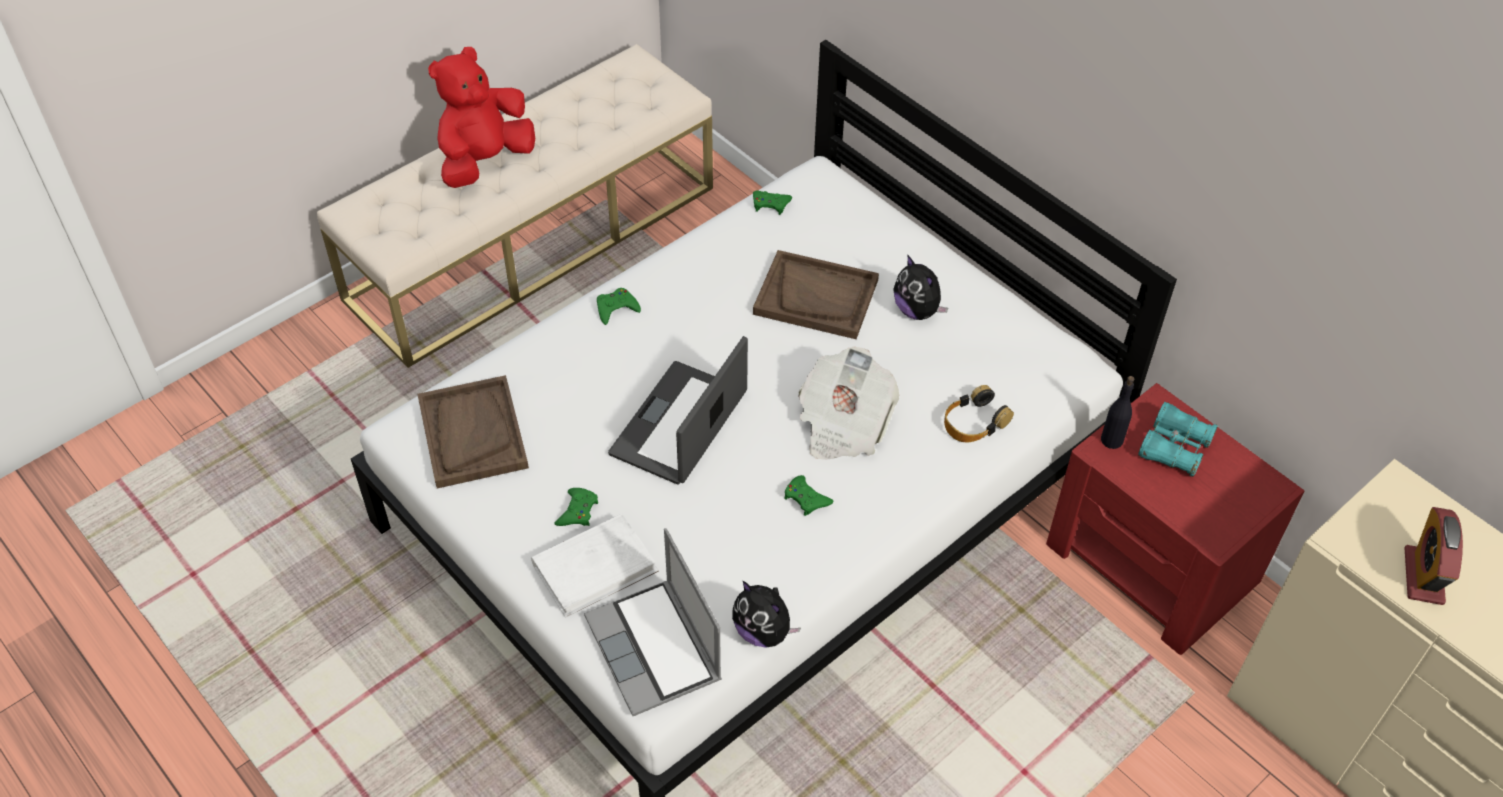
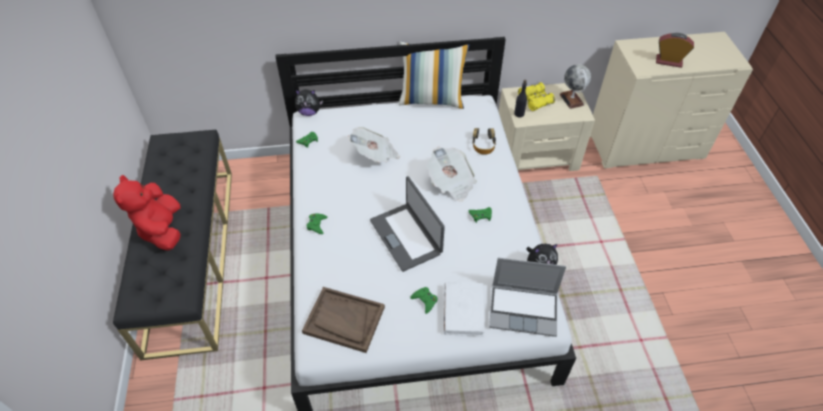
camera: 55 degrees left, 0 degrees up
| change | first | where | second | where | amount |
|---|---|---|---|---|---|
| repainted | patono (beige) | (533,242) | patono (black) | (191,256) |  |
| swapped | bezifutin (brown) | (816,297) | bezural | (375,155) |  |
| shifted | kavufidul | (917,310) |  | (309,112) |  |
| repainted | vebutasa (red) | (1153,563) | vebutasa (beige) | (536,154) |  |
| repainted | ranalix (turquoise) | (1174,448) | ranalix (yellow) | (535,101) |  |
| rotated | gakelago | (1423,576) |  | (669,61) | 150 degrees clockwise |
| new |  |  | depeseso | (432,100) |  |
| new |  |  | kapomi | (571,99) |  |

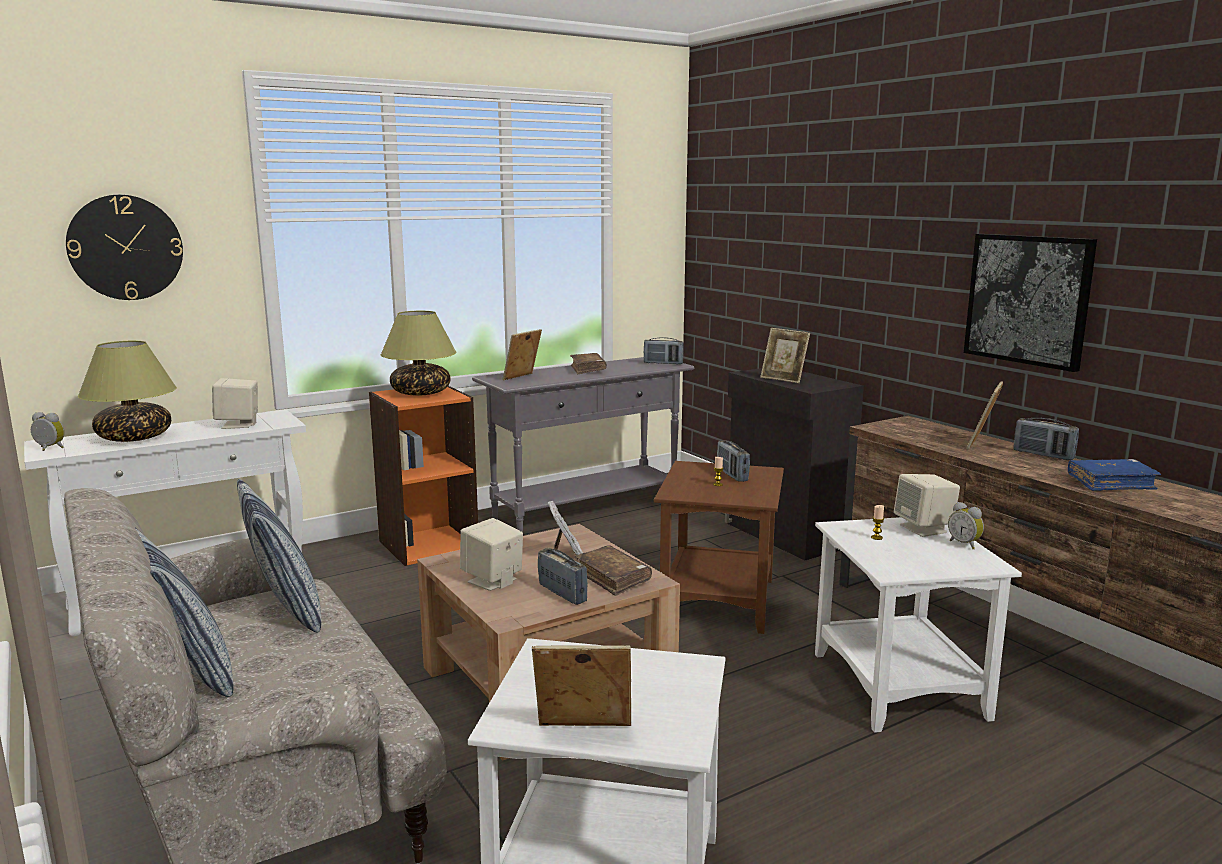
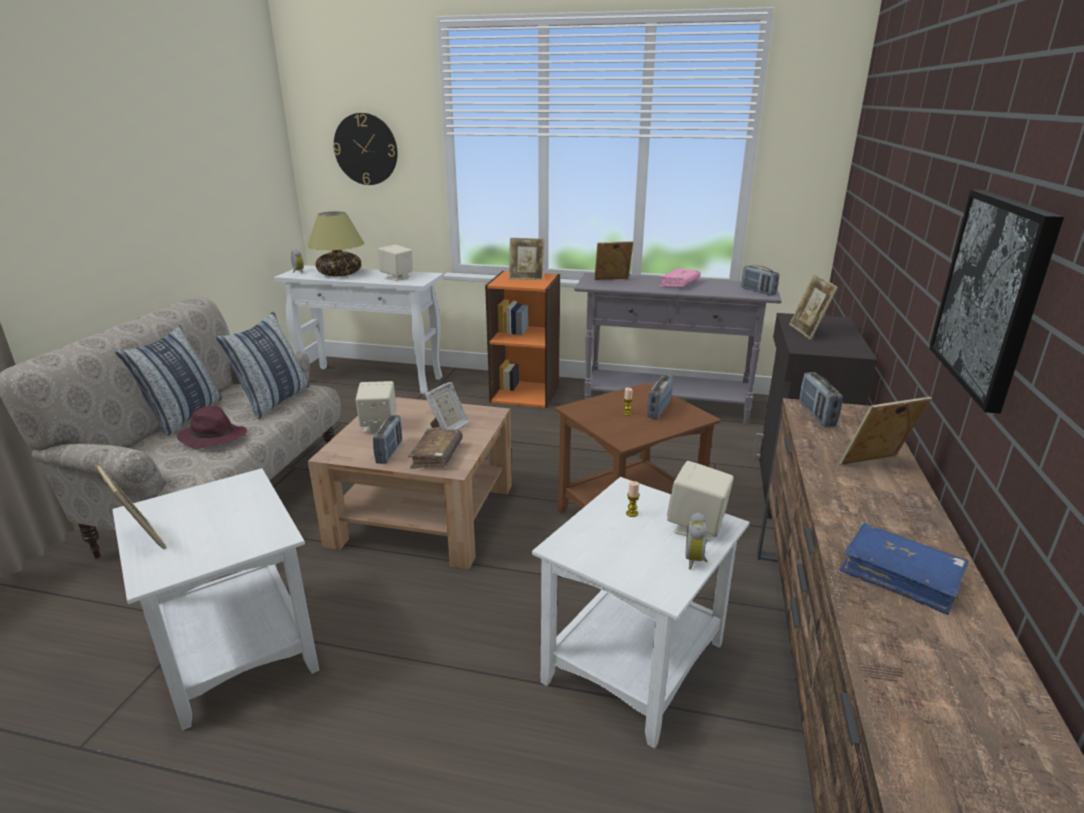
camera: 45 degrees right, 10 degrees up
| change | first | where | second | where | amount |
|---|---|---|---|---|---|
| swapped | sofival | (421,393) | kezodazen | (526,278) |  |
| repainted | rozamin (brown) | (588,369) | rozamin (pink) | (679,284) |  |
| shifted | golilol | (1043,455) |  | (816,415) |  |
| new |  |  | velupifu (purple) | (212,437) |  |

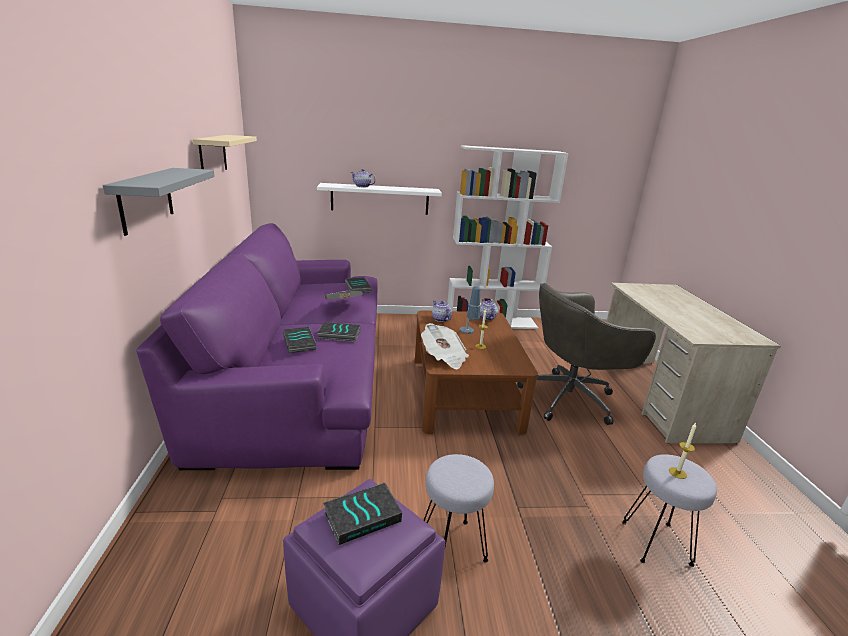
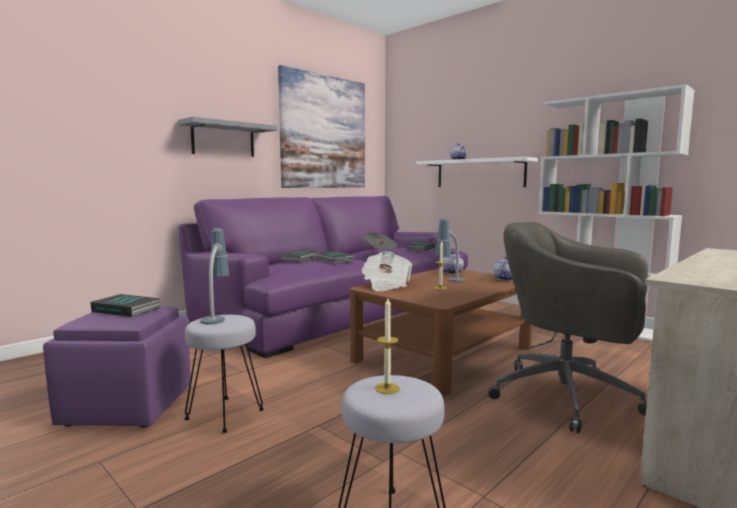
camera: 50 degrees right, 15 degrees down
| change | first | where | second | where | amount |
|---|---|---|---|---|---|
| swapped | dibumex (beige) | (213,155) | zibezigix | (324,132) |  |
| new |  |  | sofival | (216,316) |  |

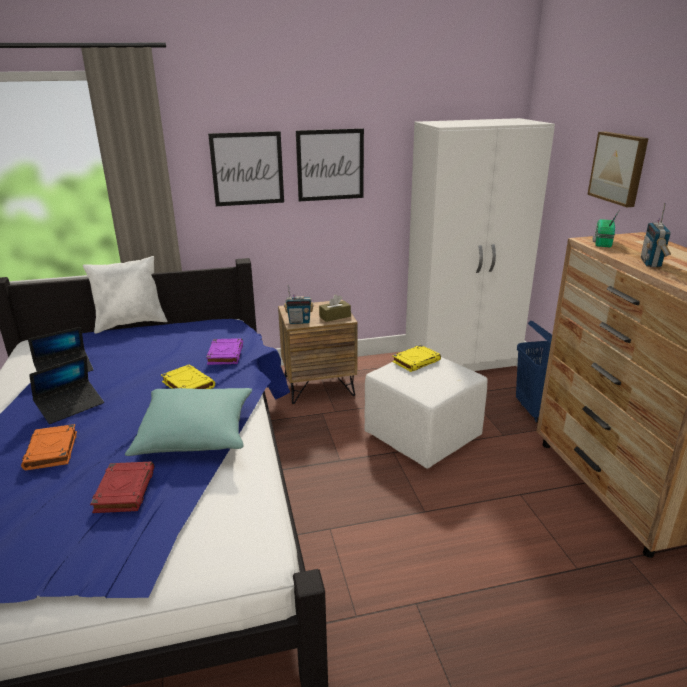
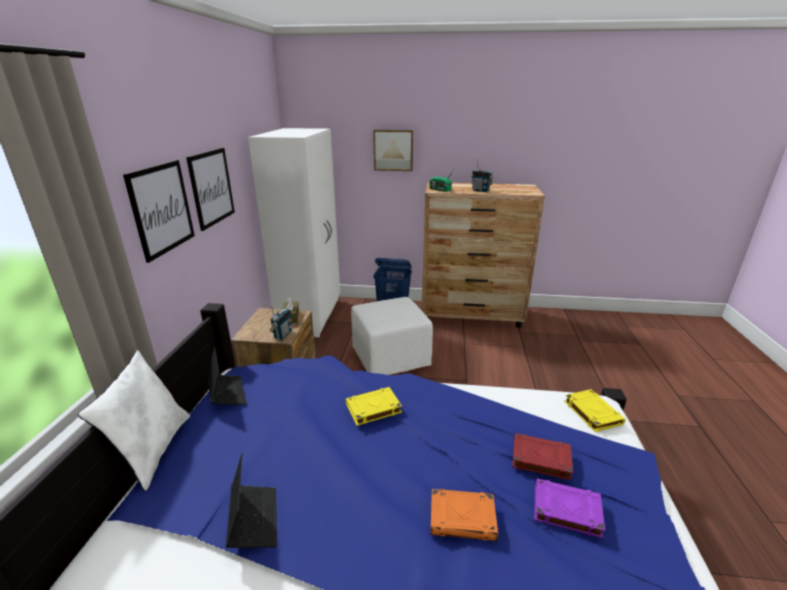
camera: 70 degrees left, 0 degrees up
| change | first | where | second | where | amount |
|---|---|---|---|---|---|
| shifted | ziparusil | (70,406) |  | (227,394) |  |
| gone | depeseso (turquoise) | (196,434) |  |  |  |
| shifted | rozamin (purple) | (225,354) |  | (565,510) |  |
| shifted | rozamin (yellow) | (416,361) |  | (592,412) |  |

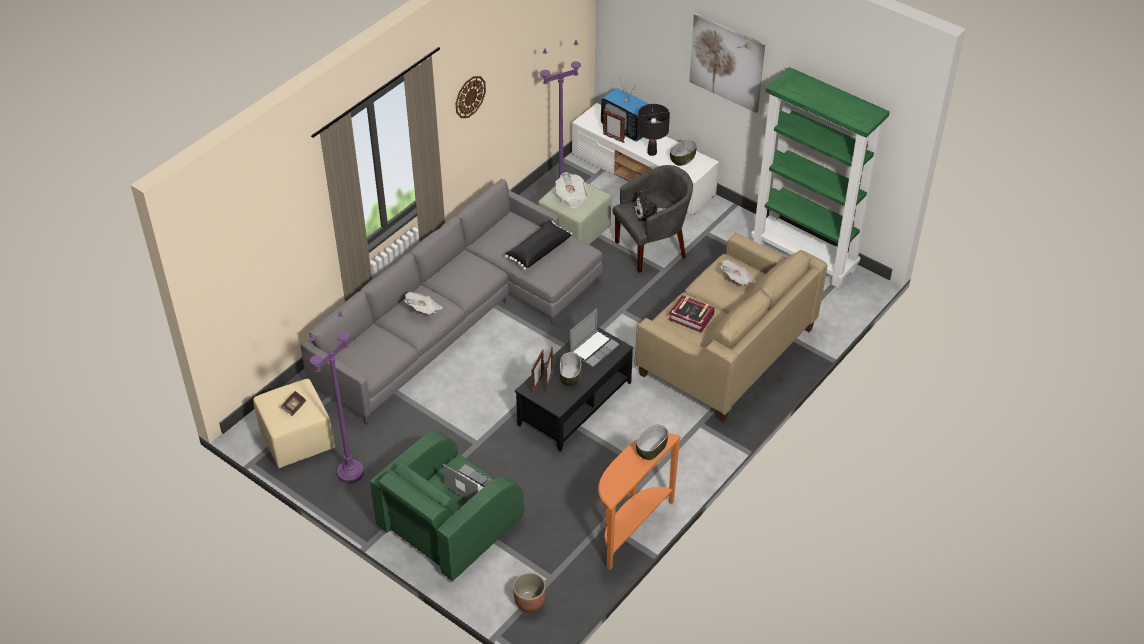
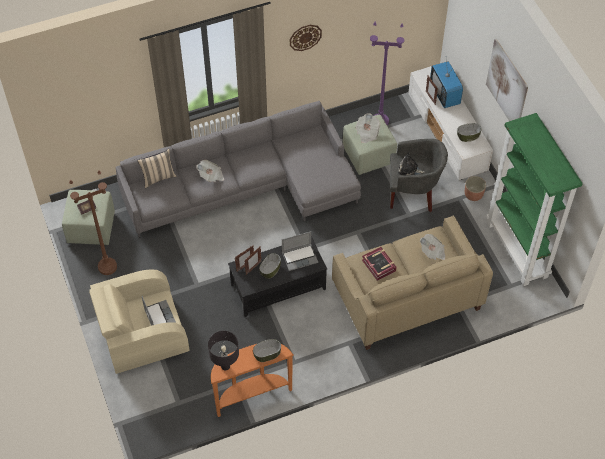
camera: 30 degrees right, 10 degrees up
| change | first | where | second | where | amount |
|---|---|---|---|---|---|
| repainted | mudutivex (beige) | (296,439) | mudutivex (green) | (91,227) |  |
| repainted | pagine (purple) | (350,473) | pagine (brown) | (107,267) |  |
| repainted | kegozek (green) | (449,524) | kegozek (beige) | (142,333) |  |
| gone | depeseso (black) | (538,250) |  |  |  |
| shifted | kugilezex | (529,602) |  | (473,195) |  |
| shifted | sofival (black) | (652,153) |  | (225,366) |  |
| new |  |  | depeseso (beige) | (158,177) |  |

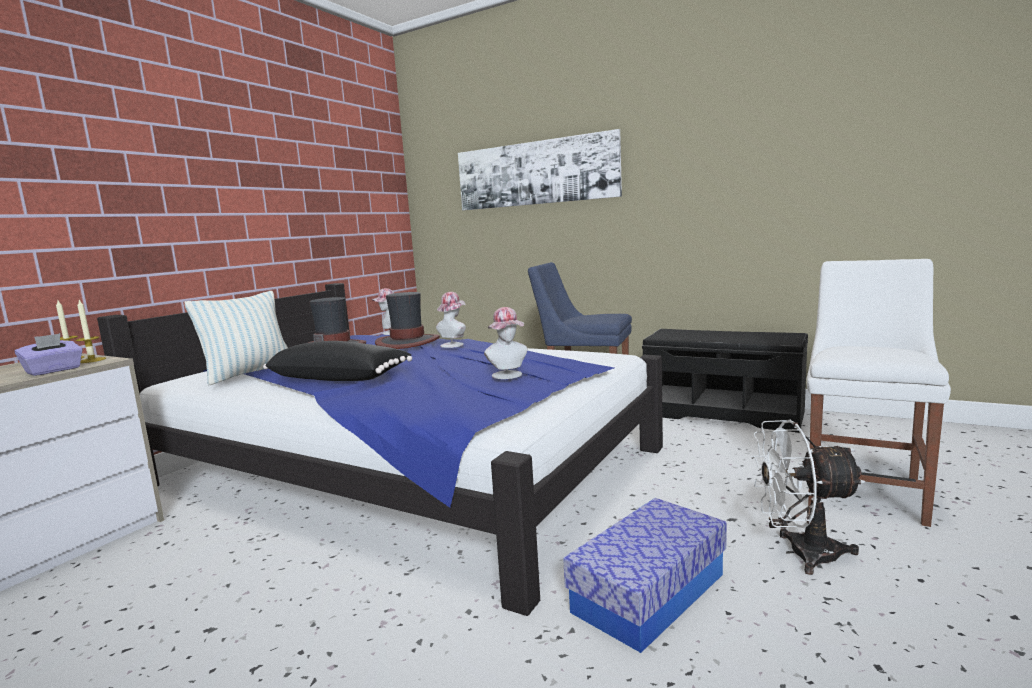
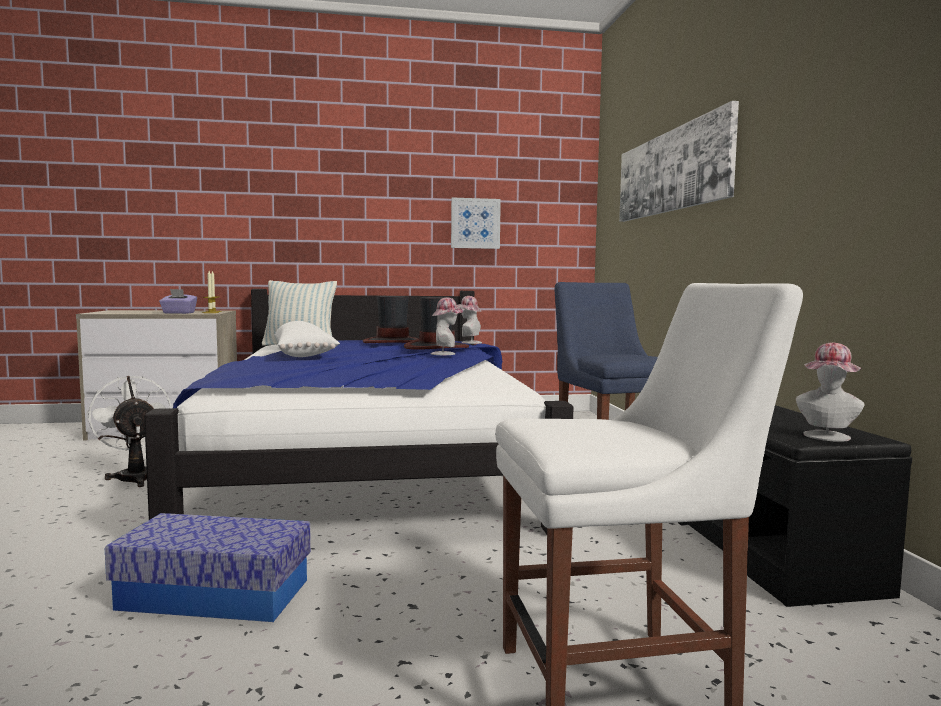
camera: 50 degrees right, 5 degrees down
| change | first | where | second | where | amount |
|---|---|---|---|---|---|
| repainted | depeseso (black) | (340,378) | depeseso (white) | (305,355) |  |
| shifted | velupifu | (508,376) |  | (827,437) |  |
| shifted | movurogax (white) | (800,553) |  | (135,476) |  |
| new |  |  | zibezigix | (475,223) |  |

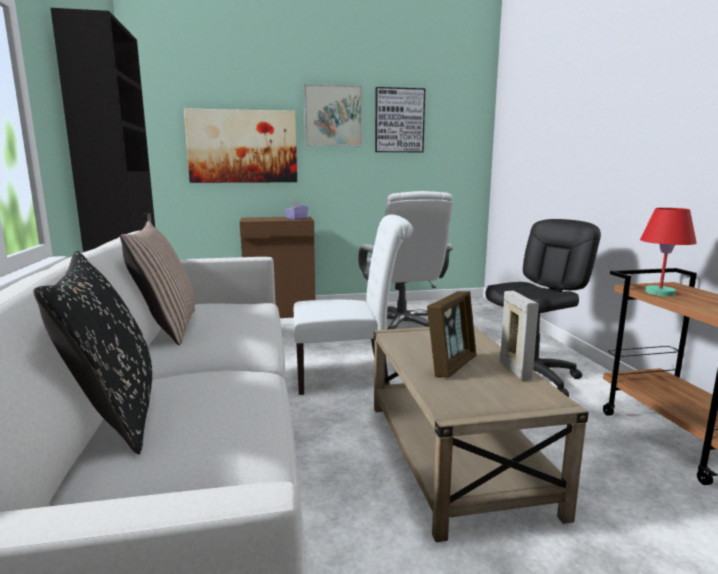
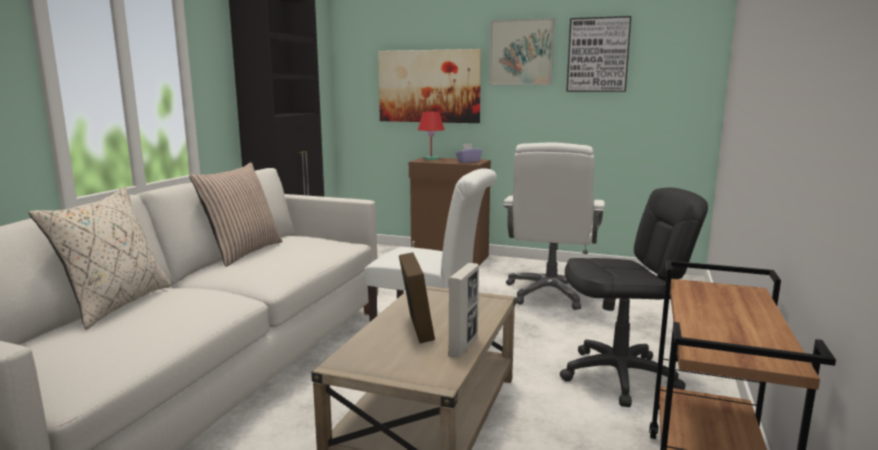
camera: 30 degrees right, 0 degrees up
| change | first | where | second | where | amount |
|---|---|---|---|---|---|
| repainted | depeseso (black) | (114,415) | depeseso (beige) | (115,305) |  |
| rotated | kezodazen | (451,365) |  | (416,328) | 75 degrees counterclockwise |
| shifted | sofival (red) | (659,292) |  | (431,159) |  |

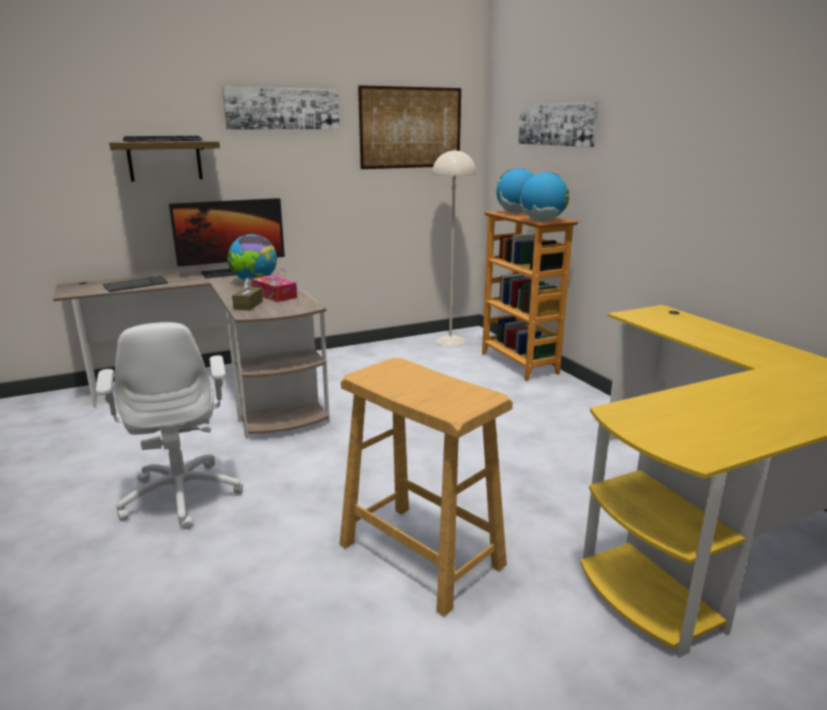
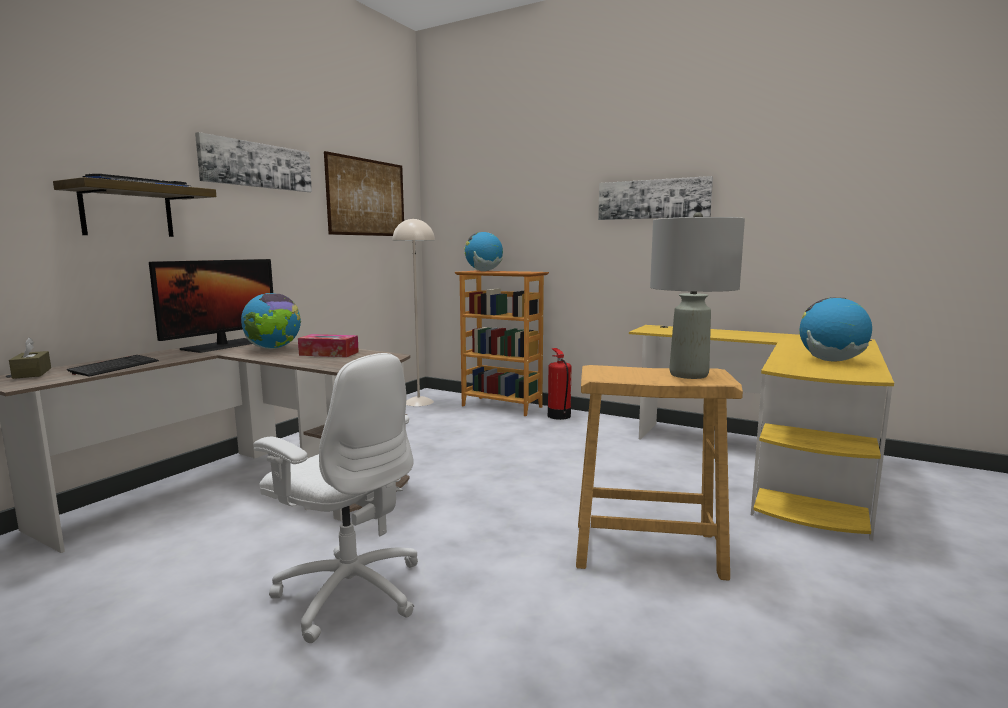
camera: 35 degrees left, 10 degrees down
| change | first | where | second | where | amount |
|---|---|---|---|---|---|
| shifted | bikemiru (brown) | (248,305) |  | (32,373) |  |
| shifted | zibezigix | (557,124) |  | (653,199) |  |
| shifted | kapomi | (542,221) |  | (831,361) |  |
| new |  |  | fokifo | (559,416) |  |
| new |  |  | sofival (grey) | (688,375) |  |

